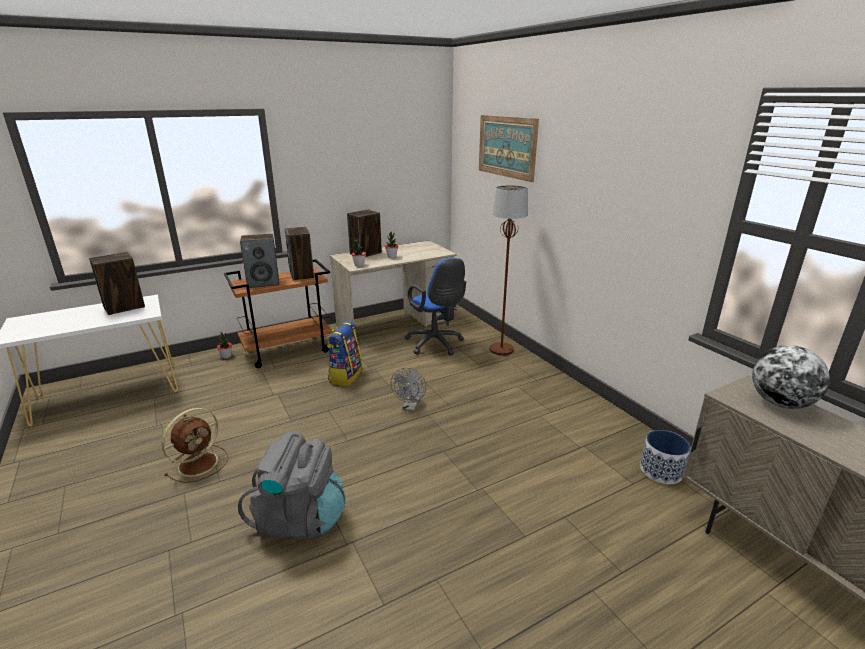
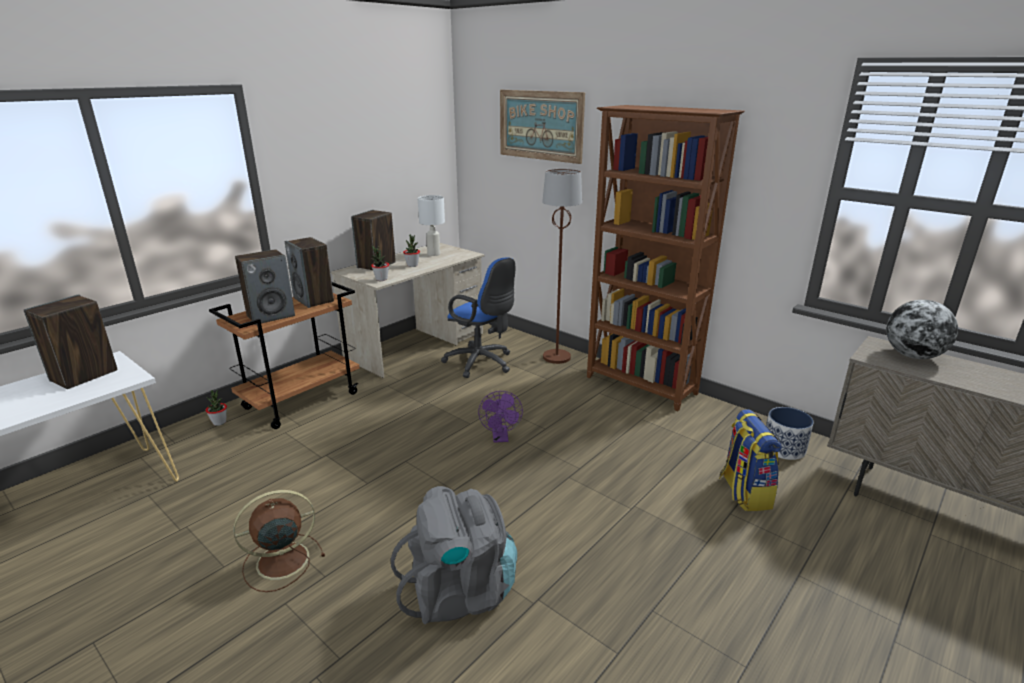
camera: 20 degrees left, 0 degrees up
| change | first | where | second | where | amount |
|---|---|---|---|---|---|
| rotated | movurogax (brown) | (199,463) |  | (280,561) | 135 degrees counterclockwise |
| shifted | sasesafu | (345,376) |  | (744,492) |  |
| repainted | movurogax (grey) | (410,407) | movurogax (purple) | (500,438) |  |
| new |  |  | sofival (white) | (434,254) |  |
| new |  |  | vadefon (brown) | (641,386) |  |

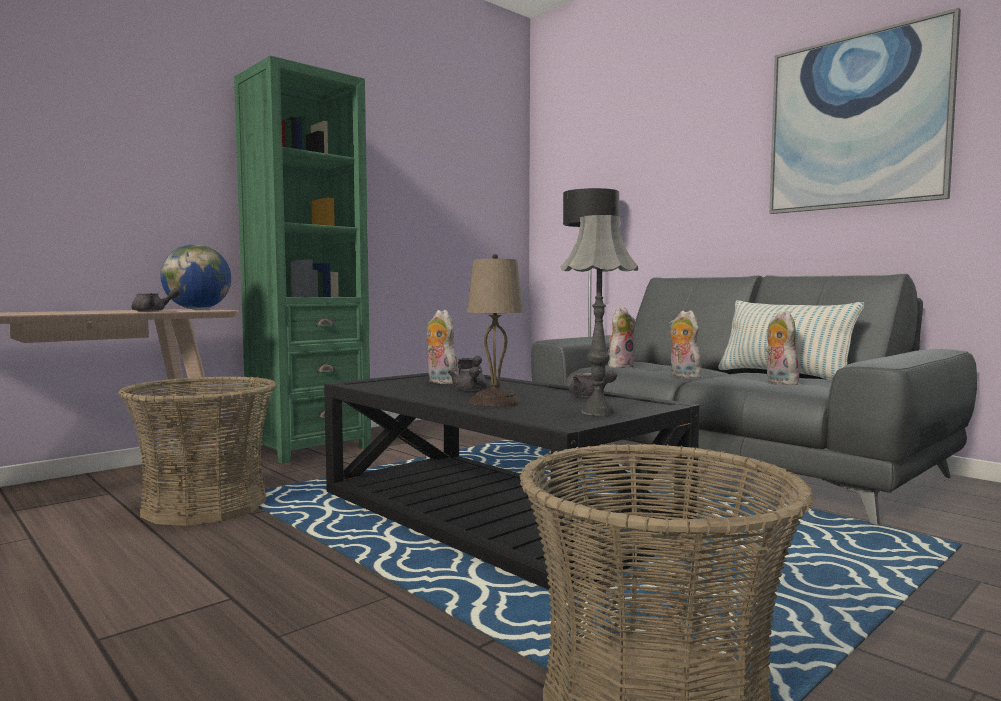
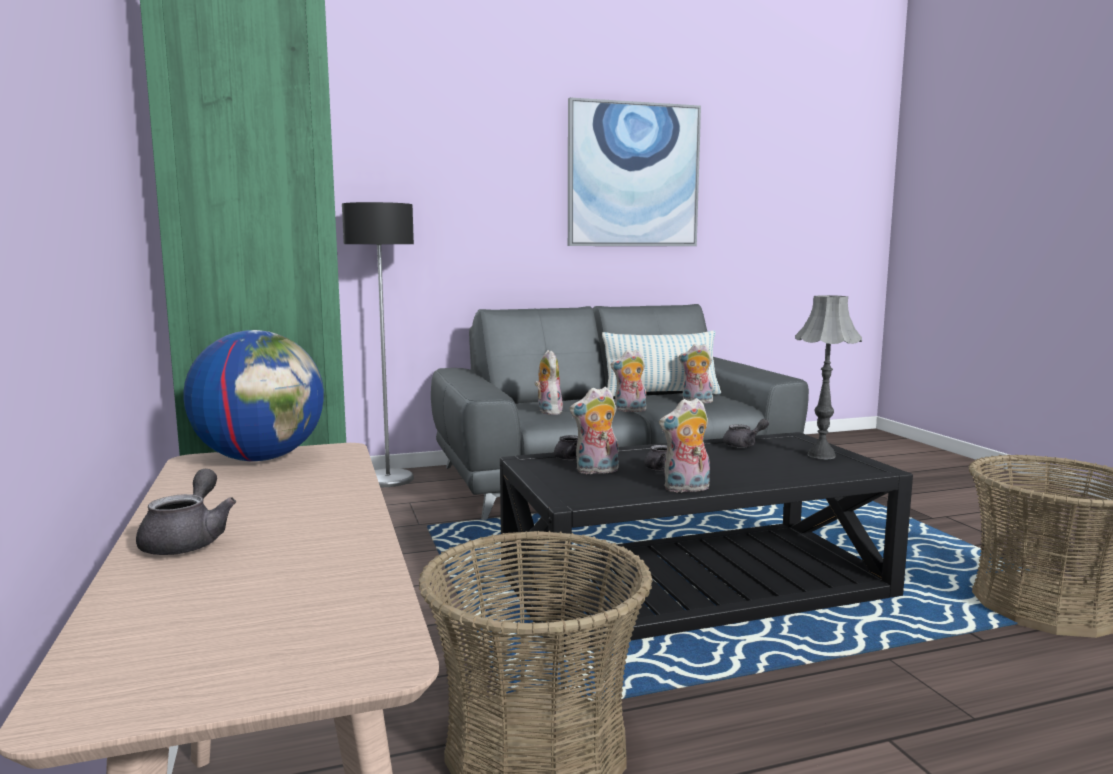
camera: 65 degrees left, 5 degrees up
| change | first | where | second | where | amount |
|---|---|---|---|---|---|
| shifted | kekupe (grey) | (154,311) |  | (188,540) |  |
| gone | sofival (beige) | (496,401) |  |  |  |
| new |  |  | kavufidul | (686,489) |  |

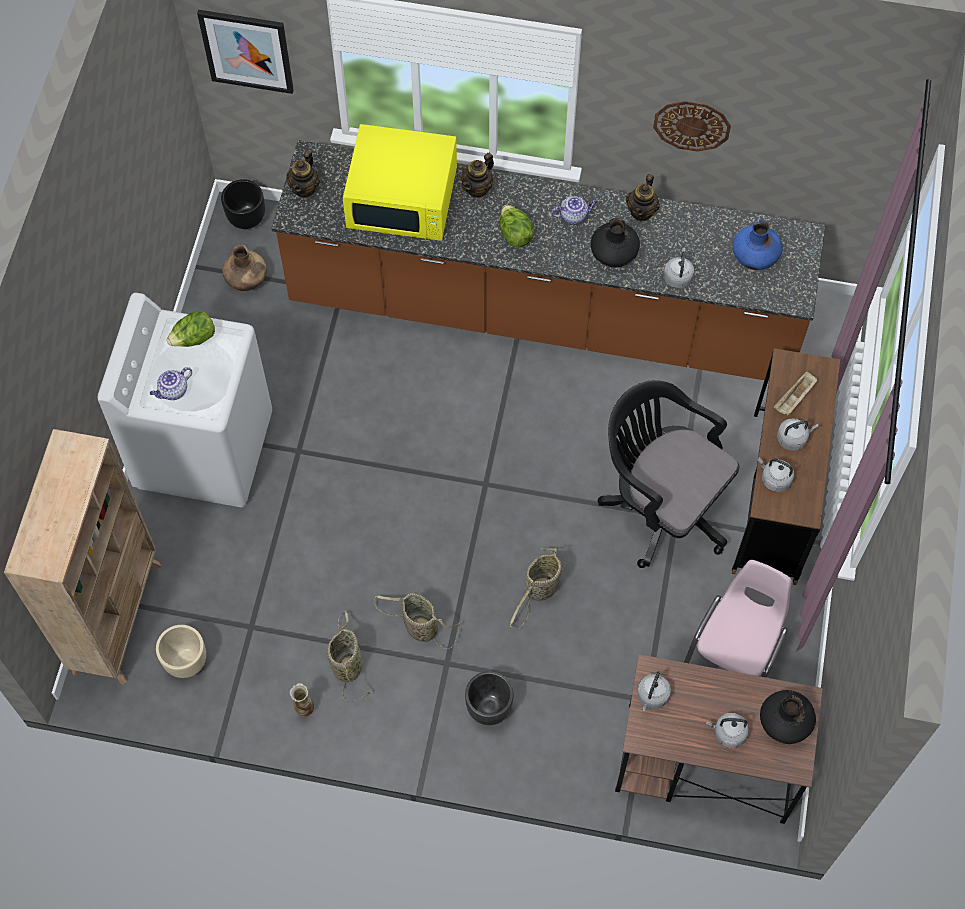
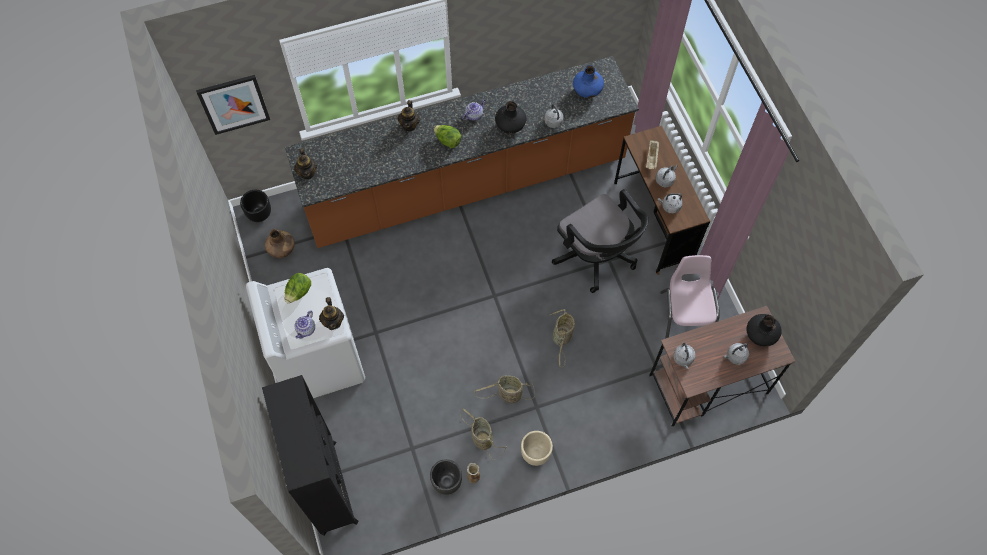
camera: 30 degrees left, 0 degrees up
| change | first | where | second | where | amount |
|---|---|---|---|---|---|
| repainted | vadefon (beige) | (118,617) | vadefon (black) | (328,486) |  |
| shifted | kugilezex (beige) | (185,662) |  | (535,454) |  |
| gone | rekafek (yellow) | (403,199) |  |  |  |
| shifted | kugilezex (black) | (489,709) |  | (447,483) |  |
| rotated | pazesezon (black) | (660,506) |  | (596,258) | 135 degrees counterclockwise |
| shifted | kekupe | (641,212) |  | (333,321) |  |
| gone | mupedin | (692,125) |  |  |  |

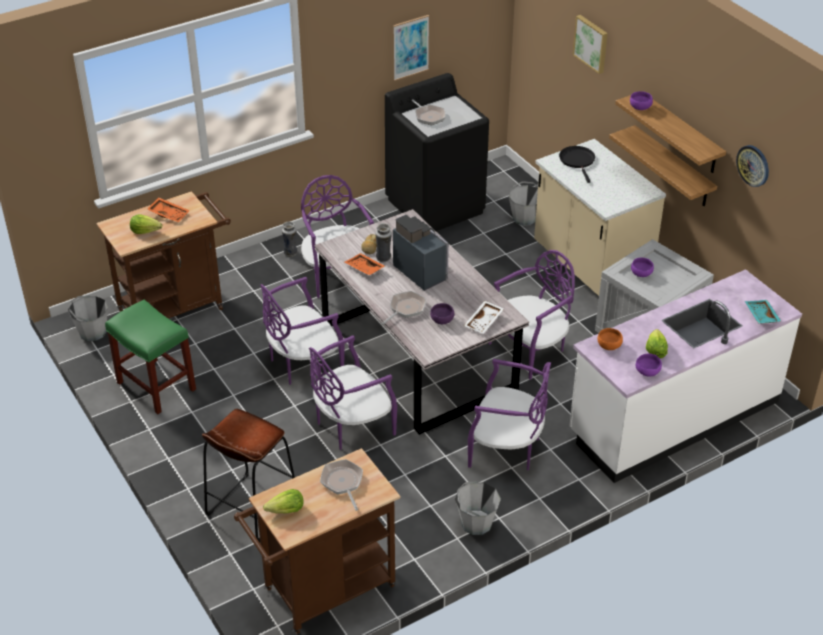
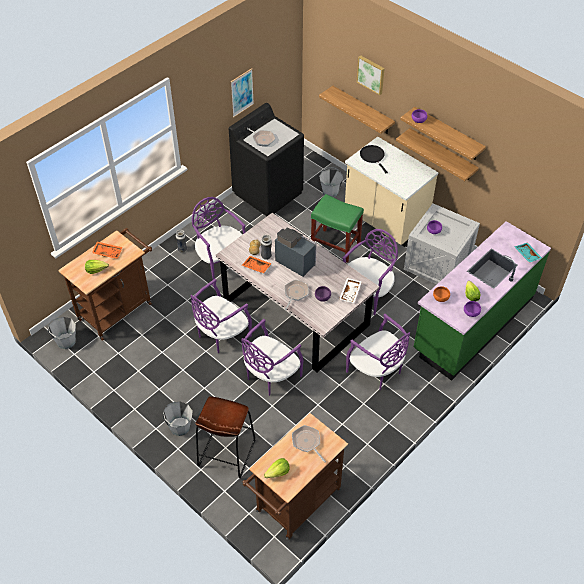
camera: 15 degrees left, 10 degrees up
| change | first | where | second | where | amount |
|---|---|---|---|---|---|
| shifted | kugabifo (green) | (155,385) |  | (334,245) |  |
| shifted | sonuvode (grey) | (476,523) |  | (179,426) |  |
| rotated | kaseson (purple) | (506,449) |  | (376,370) | 45 degrees clockwise |
| repainted | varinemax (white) | (673,417) | varinemax (green) | (472,324) |  |
| gone | mupedin | (753,165) |  |  |  |
| new |  |  | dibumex | (362,110) |  |

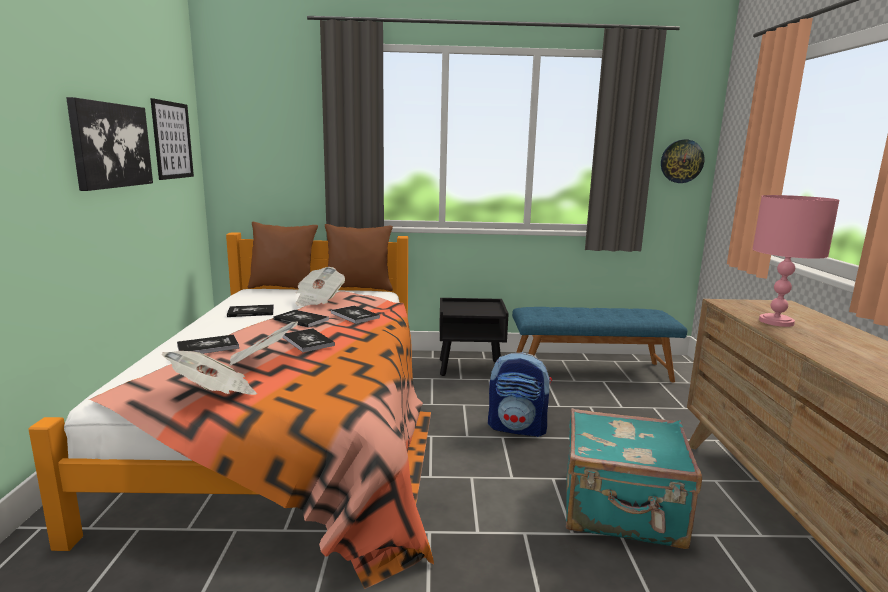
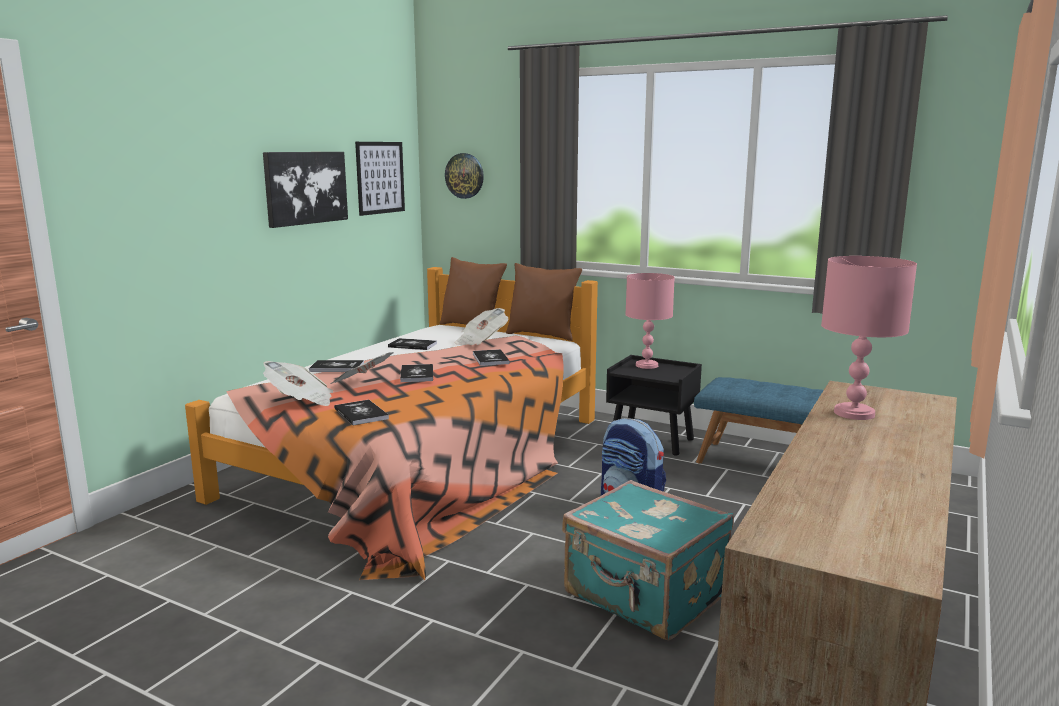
camera: 30 degrees right, 0 degrees up
| change | first | where | second | where | amount |
|---|---|---|---|---|---|
| shifted | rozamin | (301,320) |  | (361,414) |  |
| shifted | mupedin | (681,161) |  | (464,176) |  |
| new |  |  | sofival (pink) | (647,365) |  |

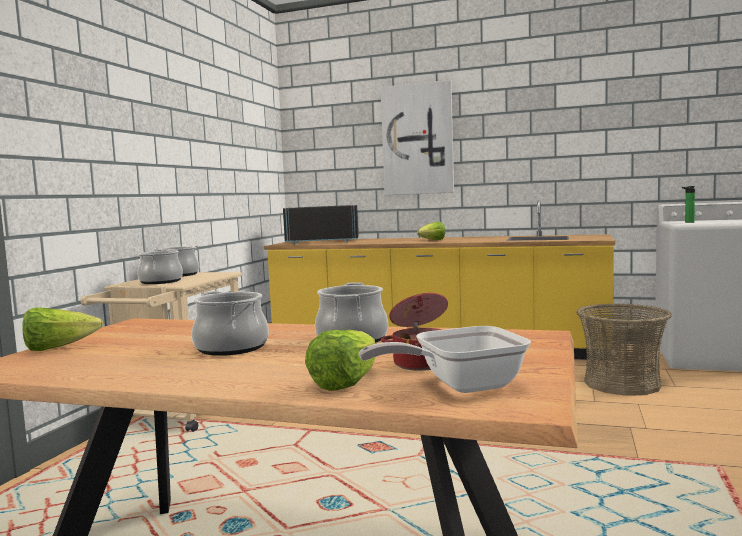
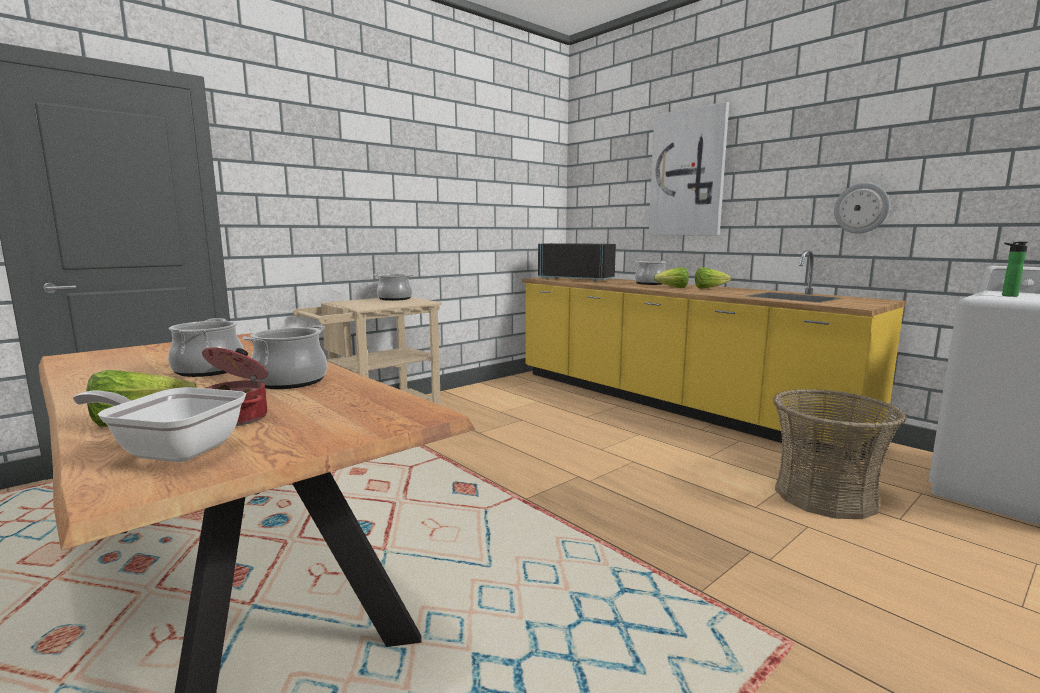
camera: 30 degrees right, 5 degrees up
| change | first | where | second | where | amount |
|---|---|---|---|---|---|
| shifted | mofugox | (58,348) |  | (709,288) |  |
| shifted | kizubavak | (161,281) |  | (650,283) |  |
| new |  |  | mupedin | (861,208) |  |

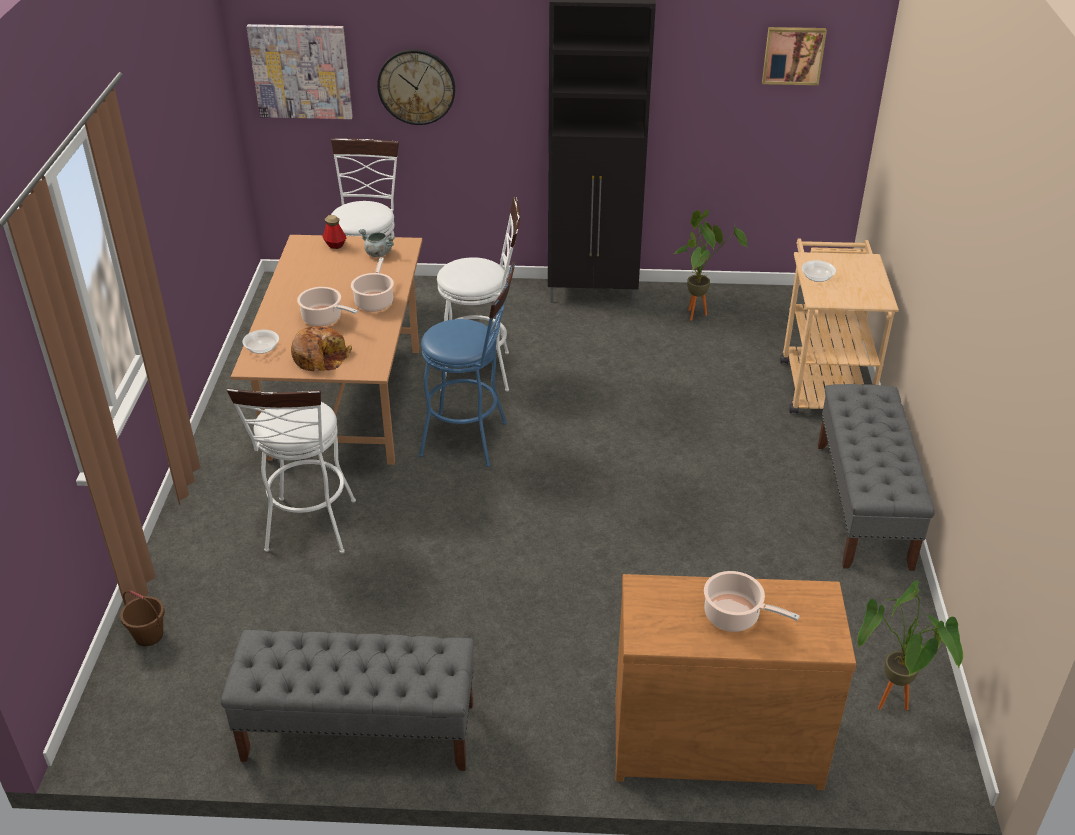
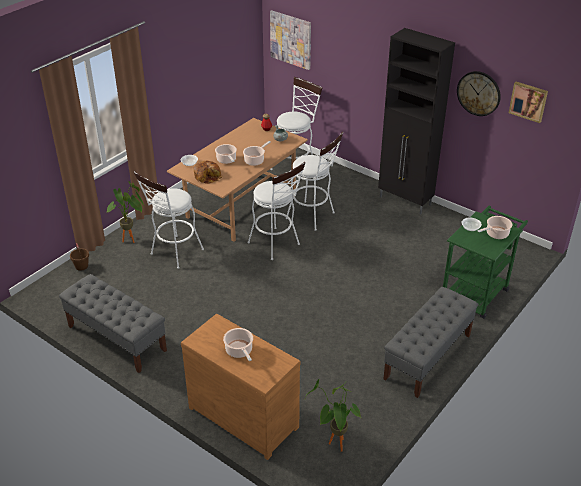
camera: 35 degrees right, 0 degrees up
| change | first | where | second | where | amount |
|---|---|---|---|---|---|
| shifted | mupedin | (416,86) |  | (478,93) |  |
| repainted | kugabifo (blue) | (472,440) | kugabifo (white) | (276,245) |  |
| shifted | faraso | (698,313) |  | (132,240) |  |
| repainted | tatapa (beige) | (823,381) | tatapa (green) | (477,291) |  |
| new |  |  | kizubavak | (496,234) |  |

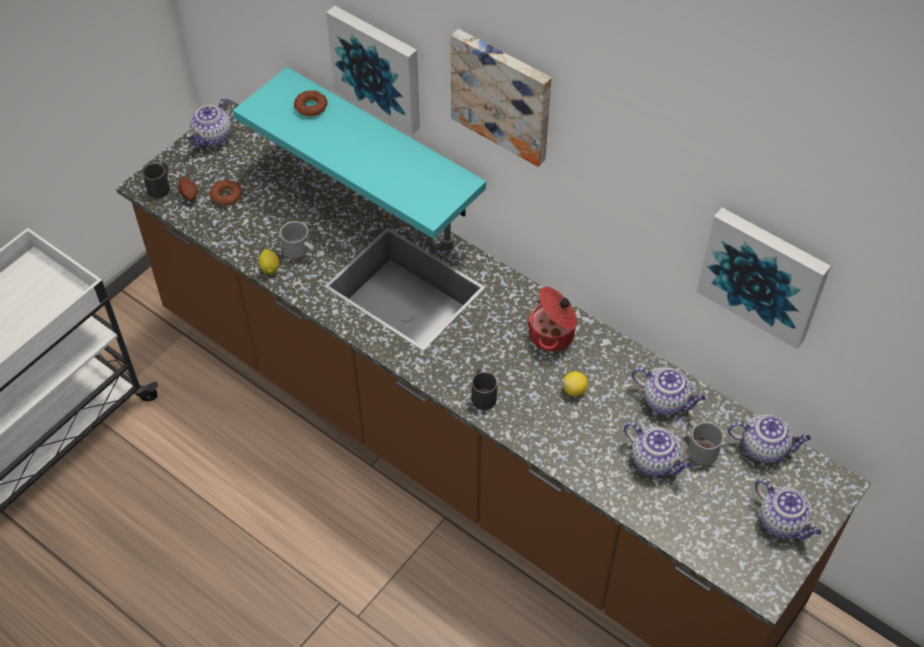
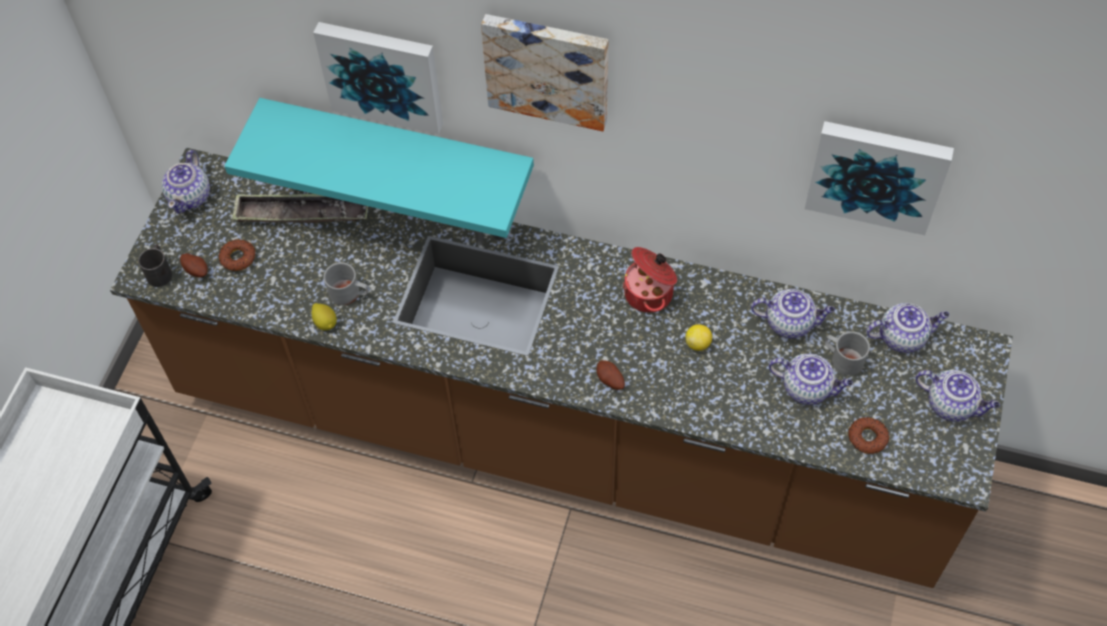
camera: 20 degrees left, 5 degrees up
| change | first | where | second | where | amount |
|---|---|---|---|---|---|
| shifted | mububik | (311,106) |  | (867,437) |  |
| swapped | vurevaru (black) | (482,394) | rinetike | (609,381) |  |
| new |  |  | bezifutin | (302,213) |  |

